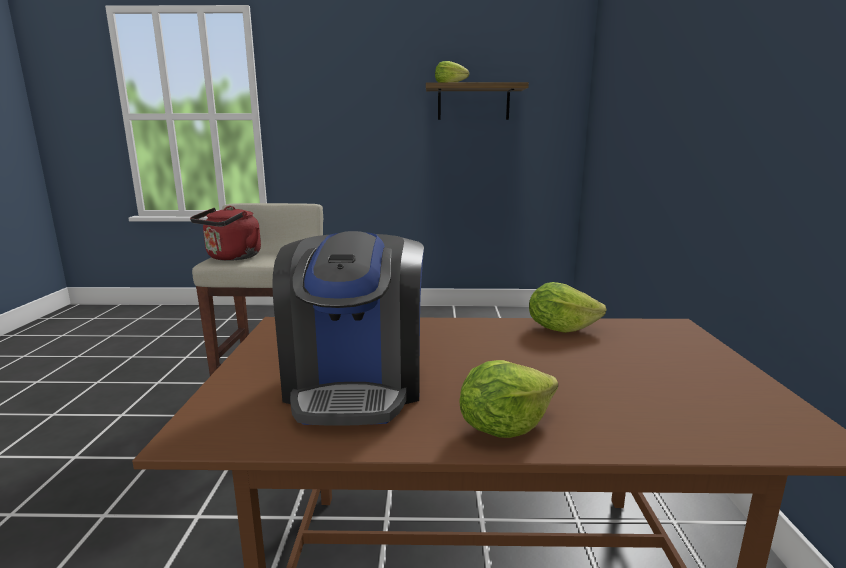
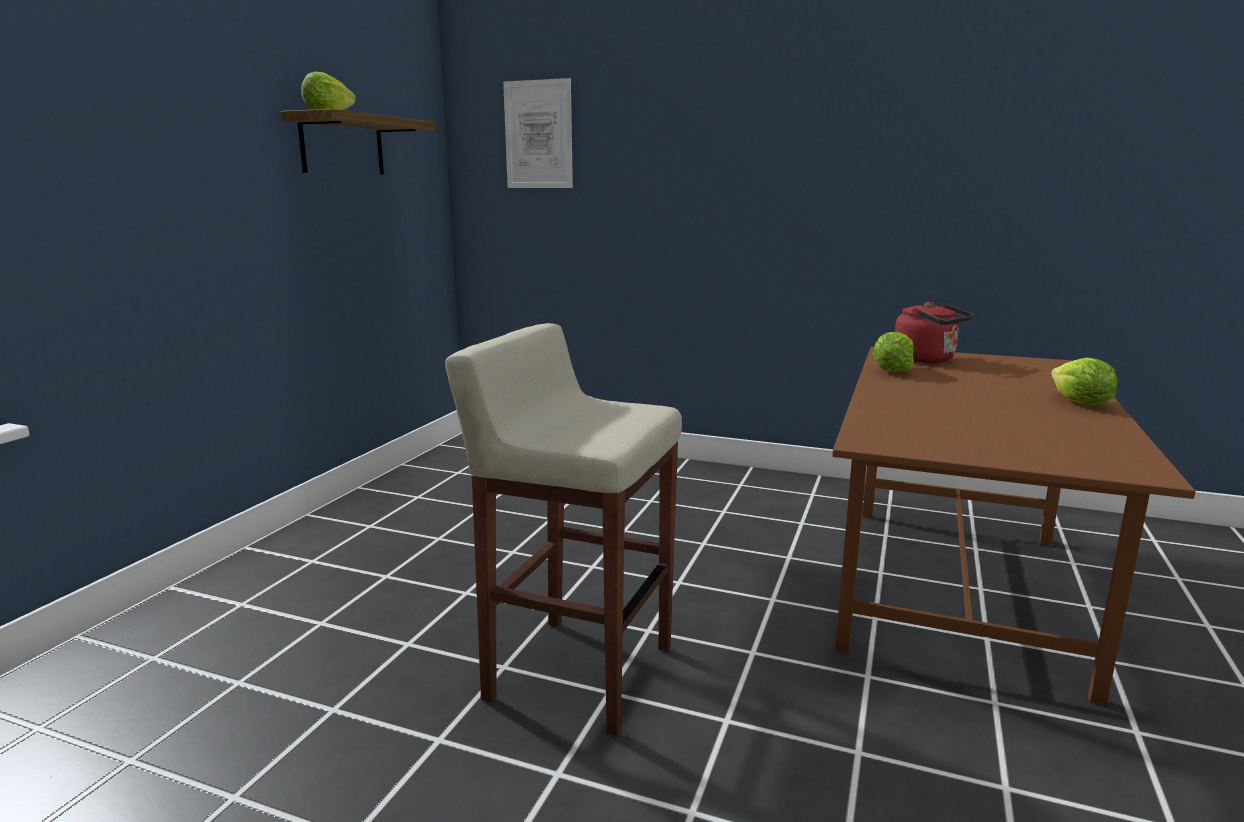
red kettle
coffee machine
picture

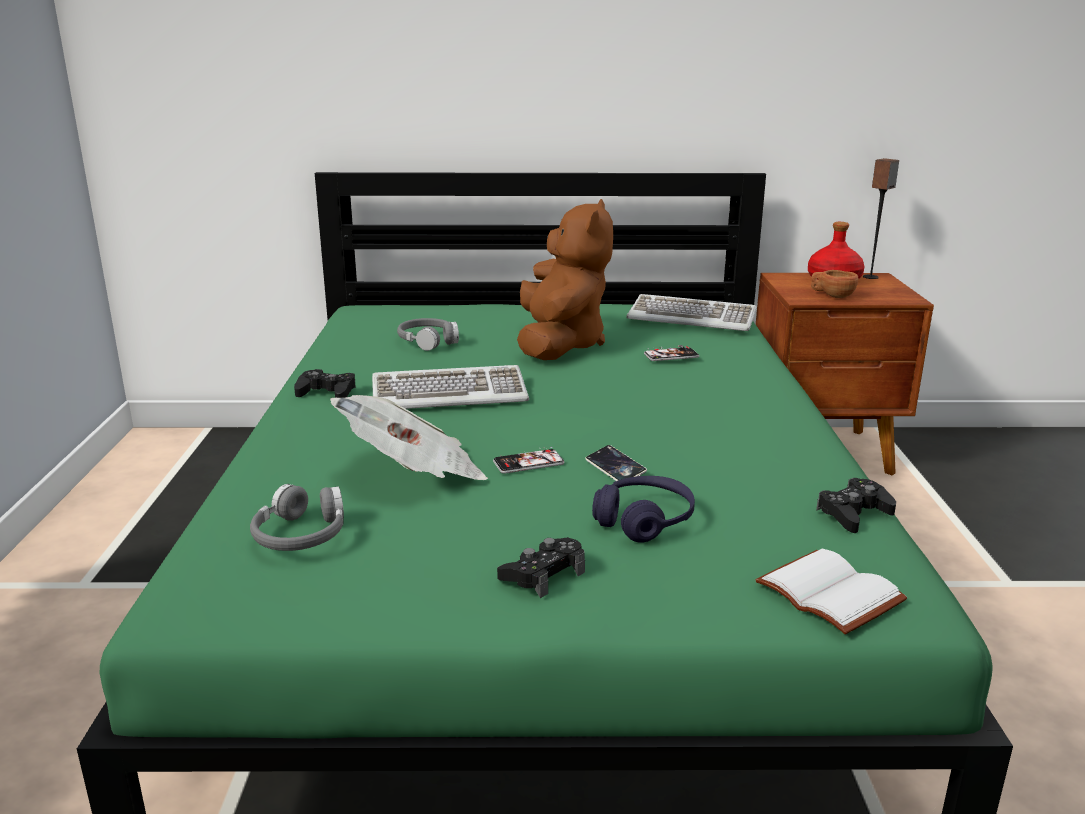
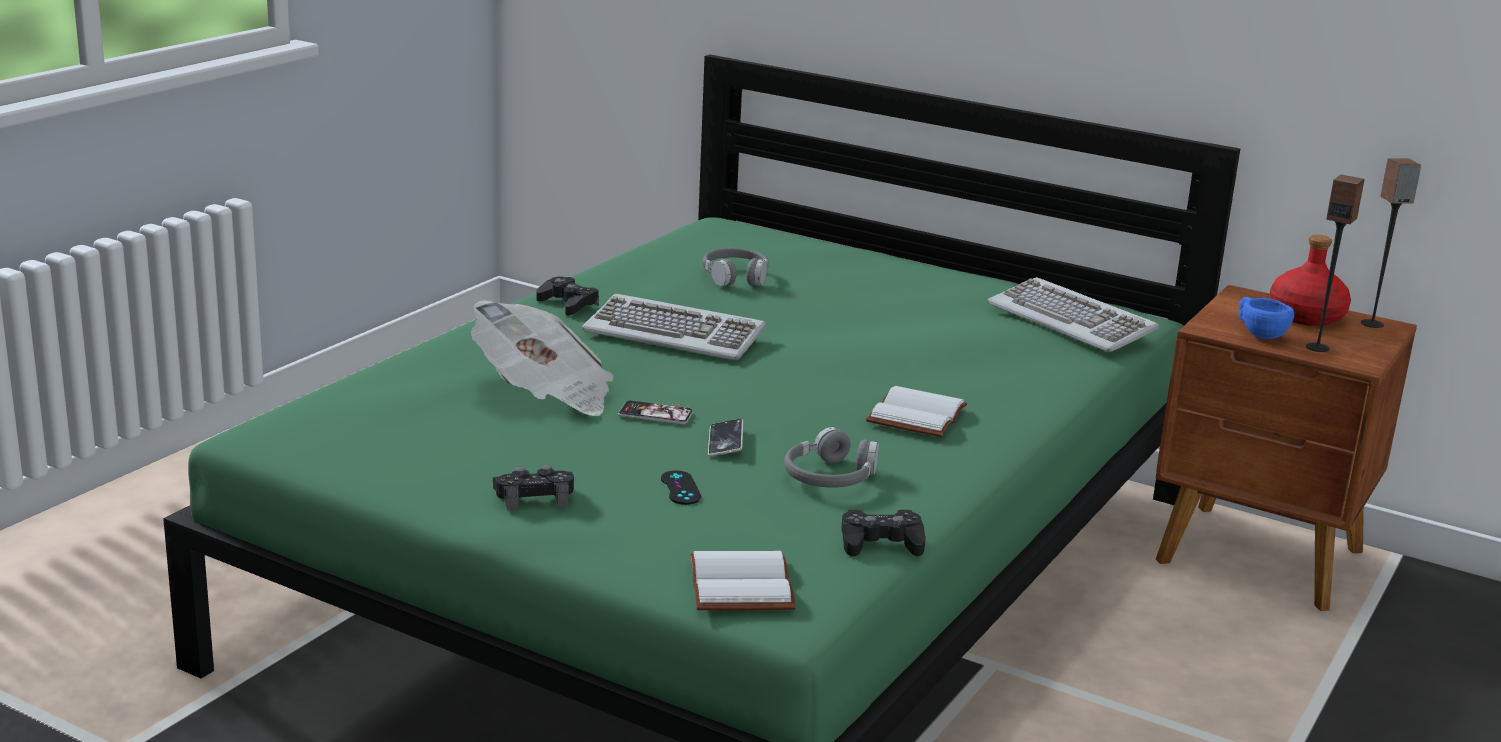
grey headphones (no. 2 from left)
brown plush toy
black game controller (no. 3 from left)
phone (no. 3 from left in the first image)
blue cup
white book (no. 2 from left)
speaker (no. 1 from left)

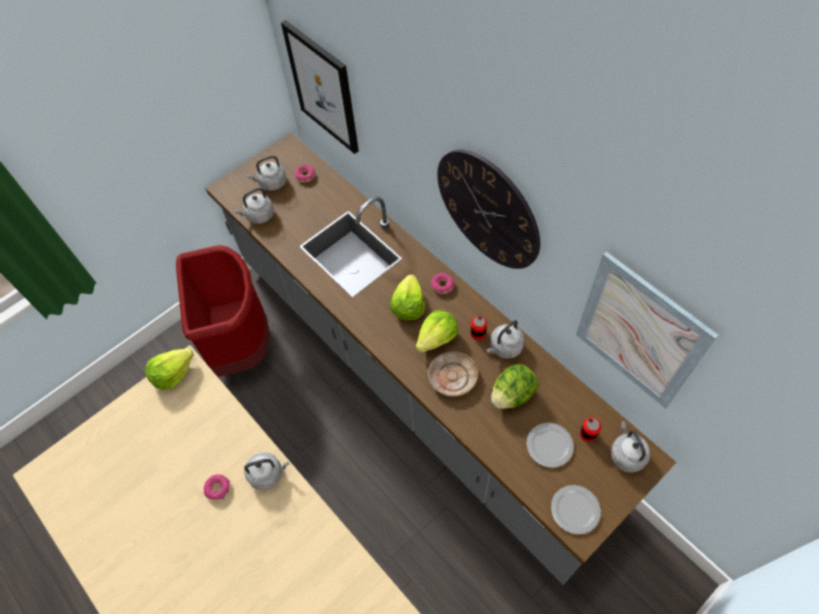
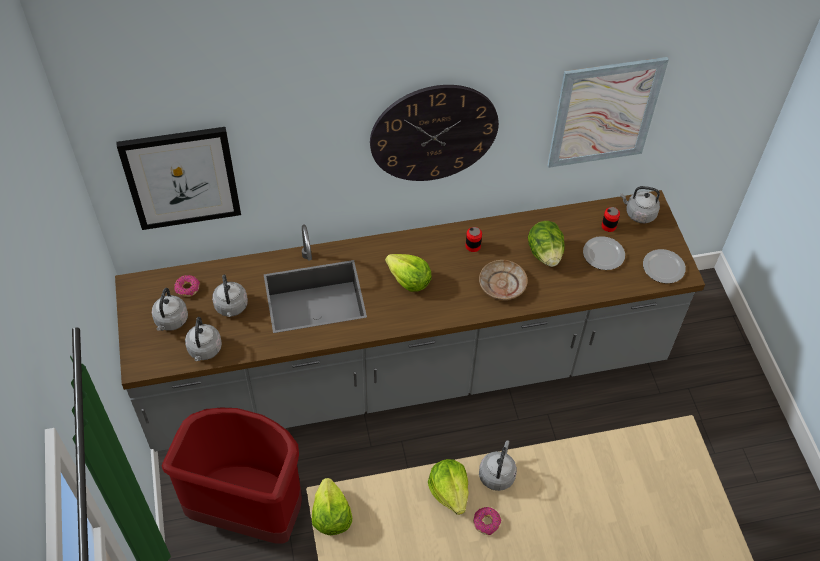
lettuce (no. 3 from left)
donut (no. 3 from left in the first image)
grey kettle (no. 3 from left)

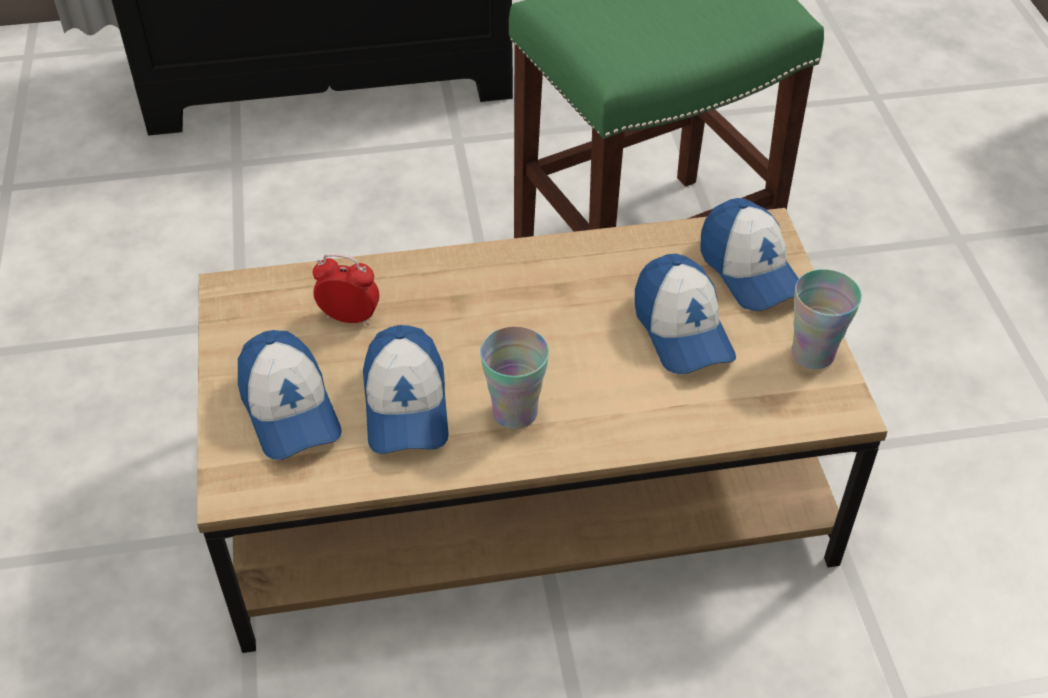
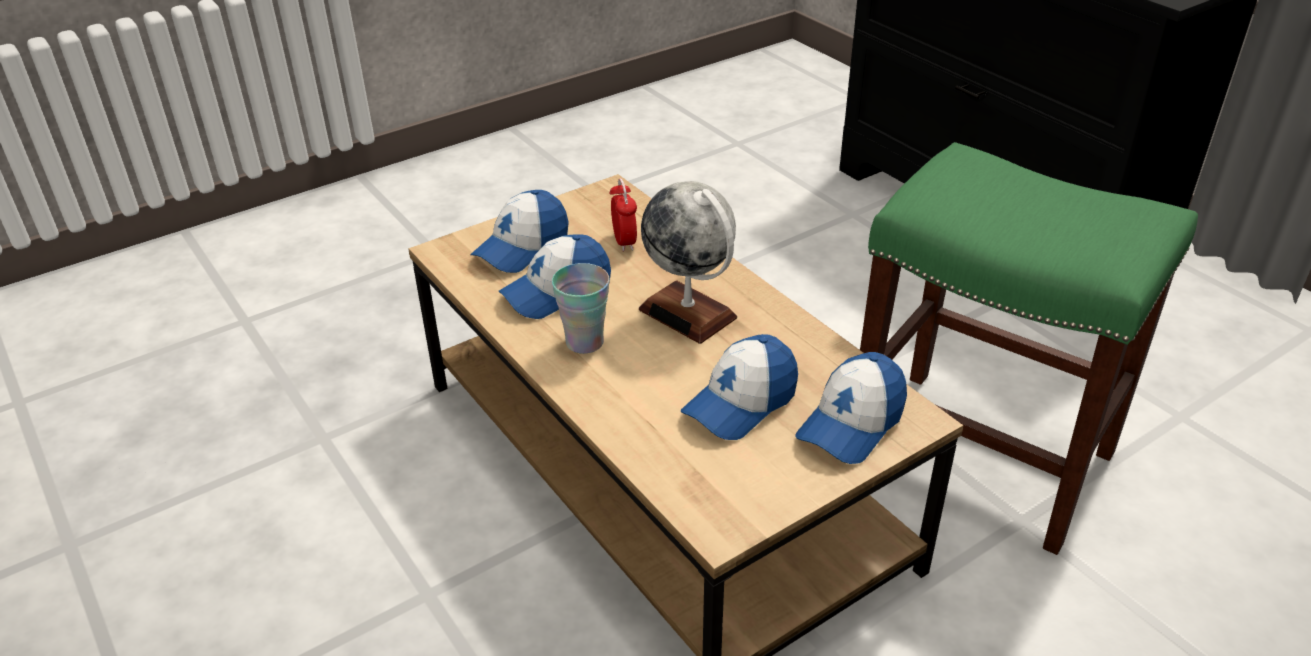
cup (no. 2 from left in the first image)
globe

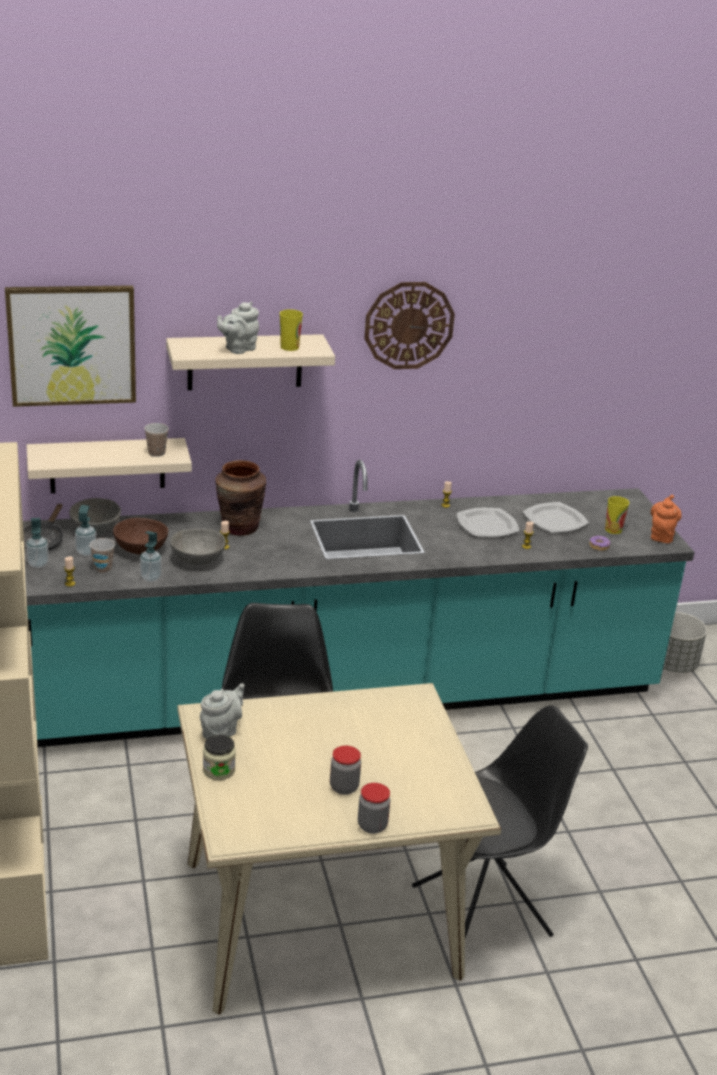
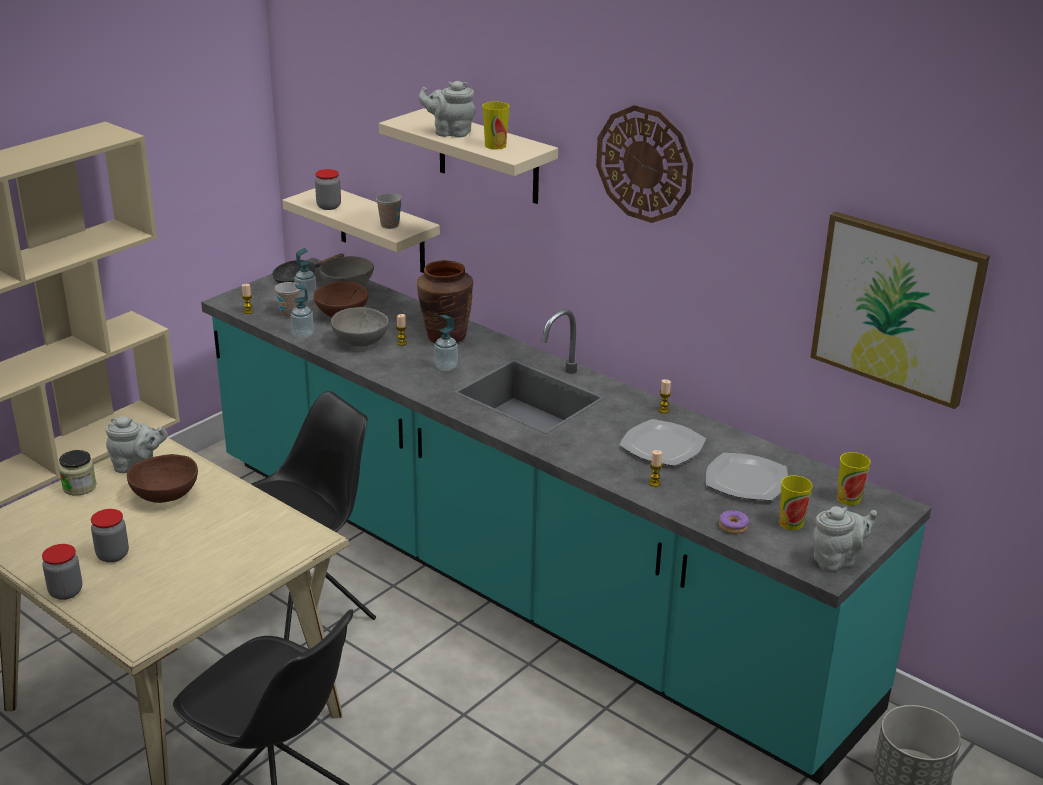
picture
soap dispenser (no. 3 from left)
grey teapot (no. 3 from left)
brown bowl (no. 1 from left)
jar (no. 4 from left)
cup (no. 5 from left)

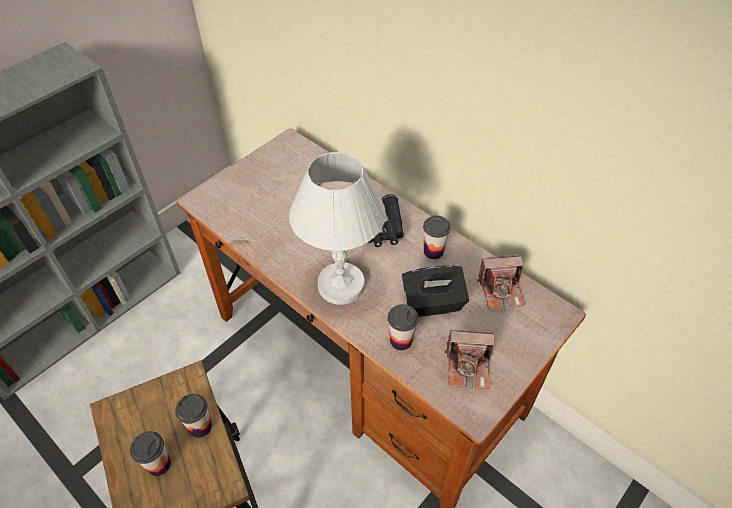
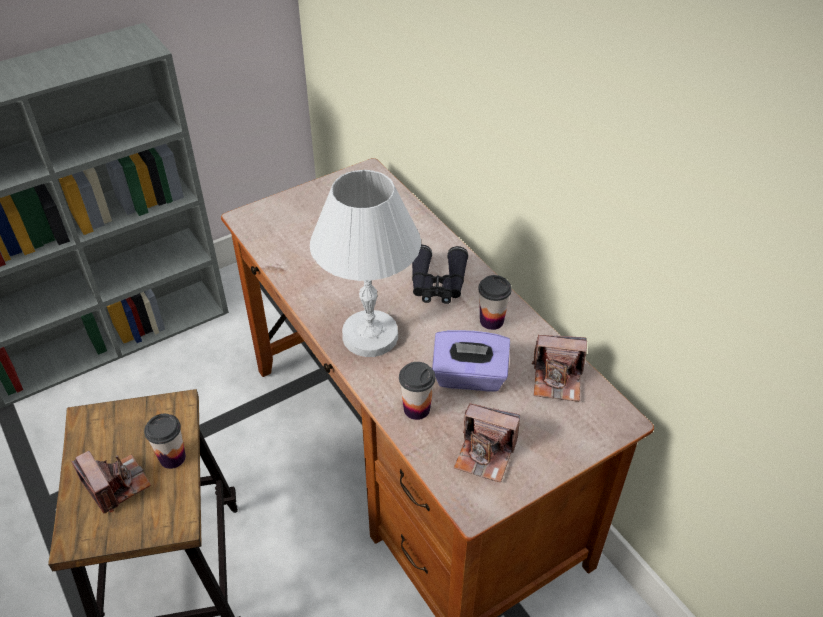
photo camera (no. 1 from left)
purple tissue box

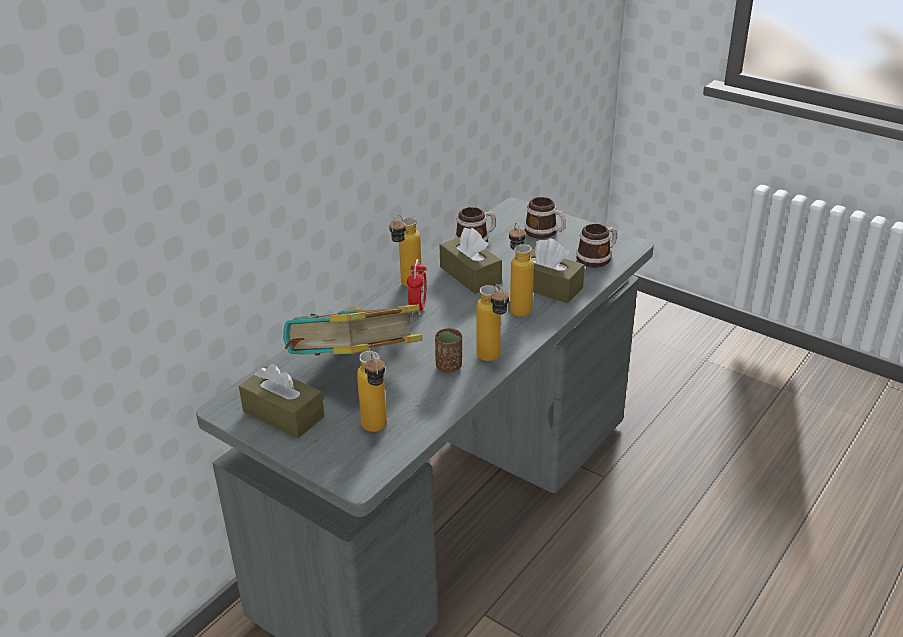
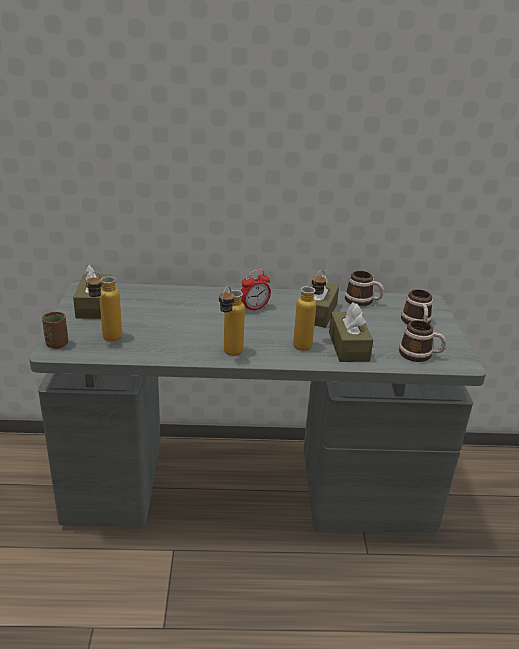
book
bottle (no. 2 from left in the first image)
brown cup

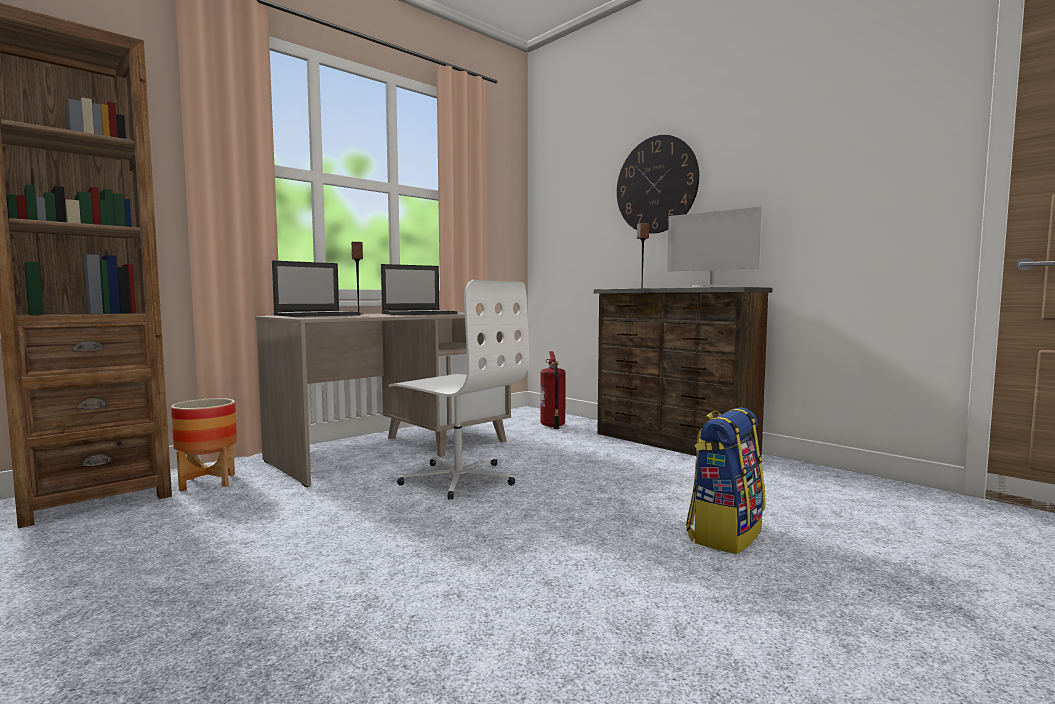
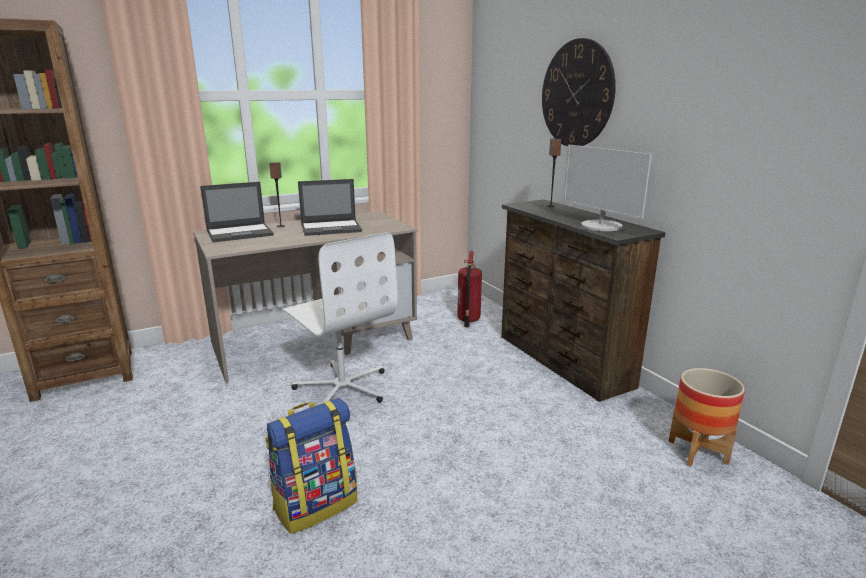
planter
backpack

